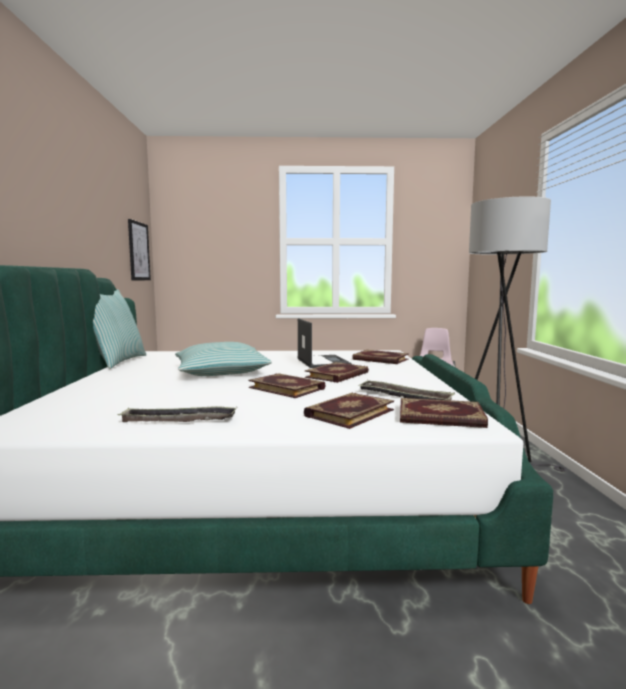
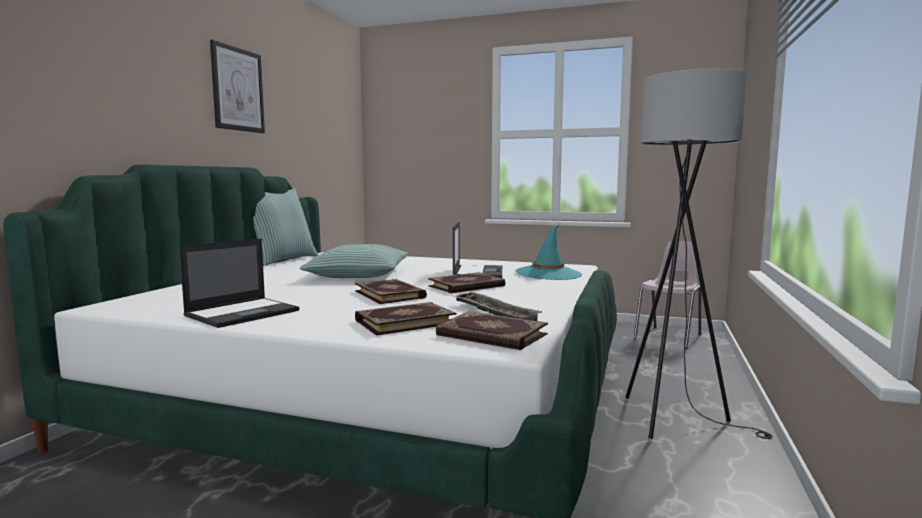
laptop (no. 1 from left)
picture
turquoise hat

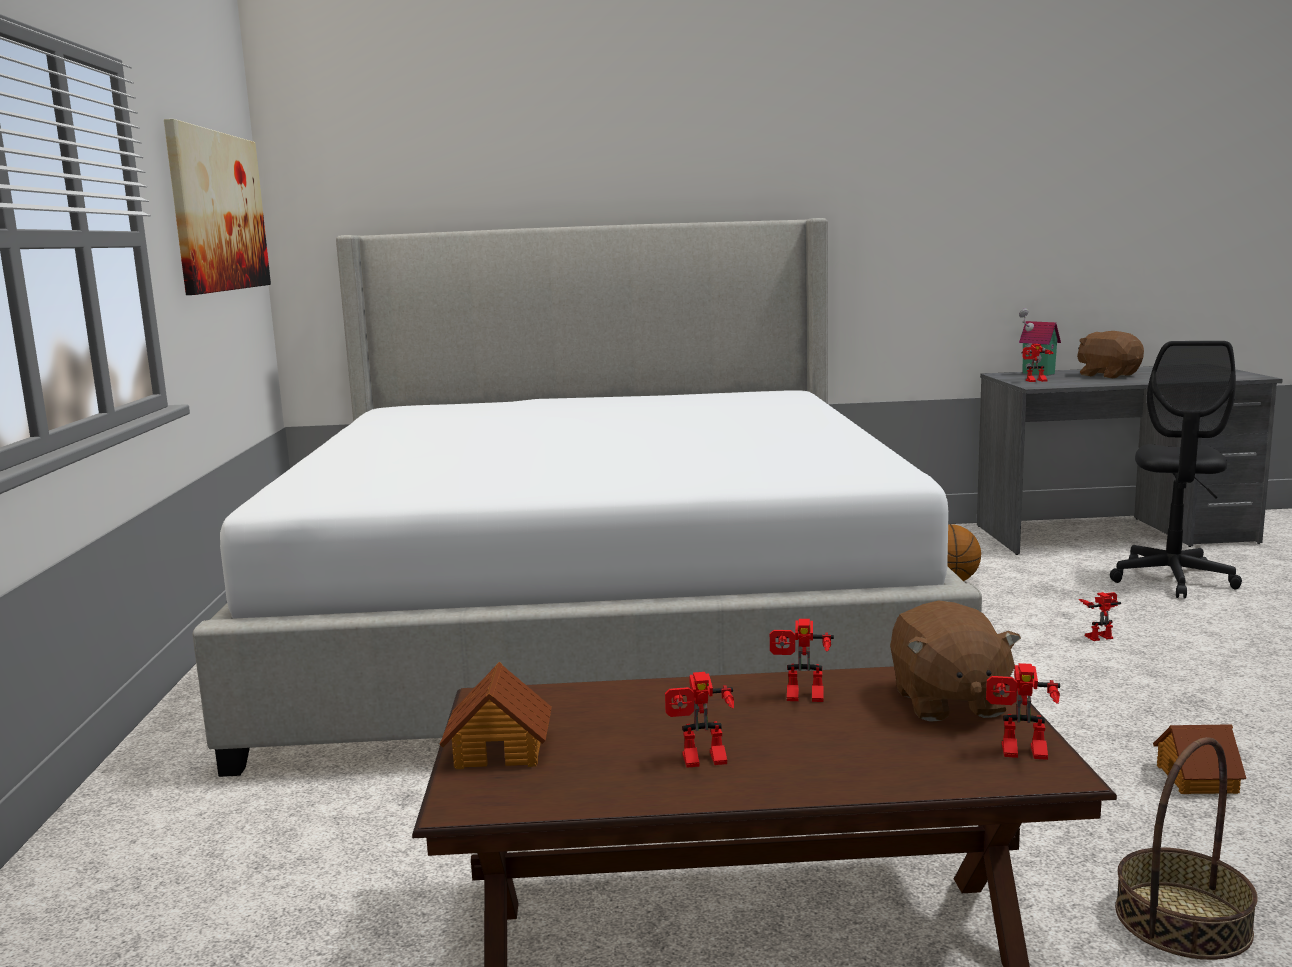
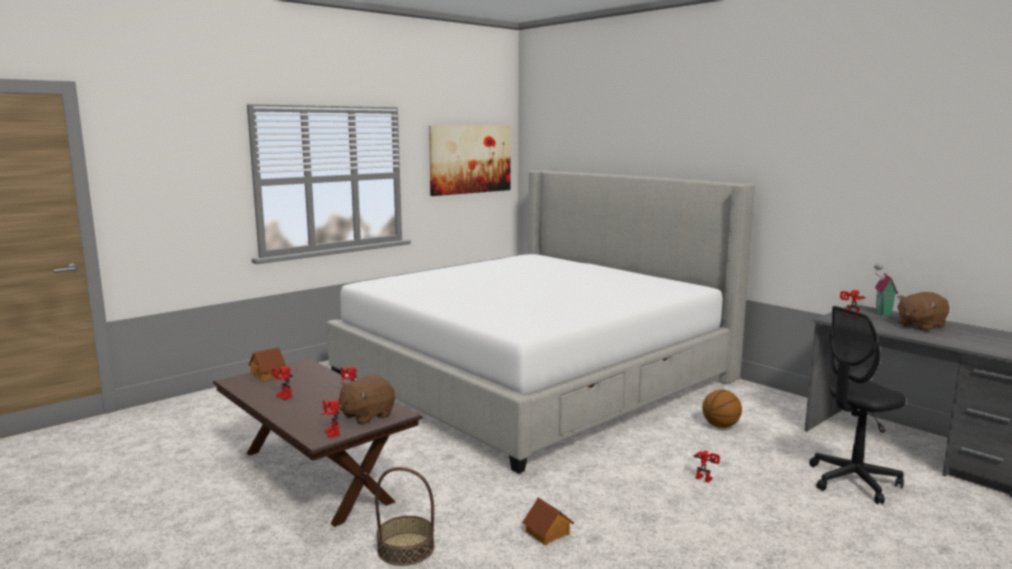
brown plush toy (no. 2 from left)

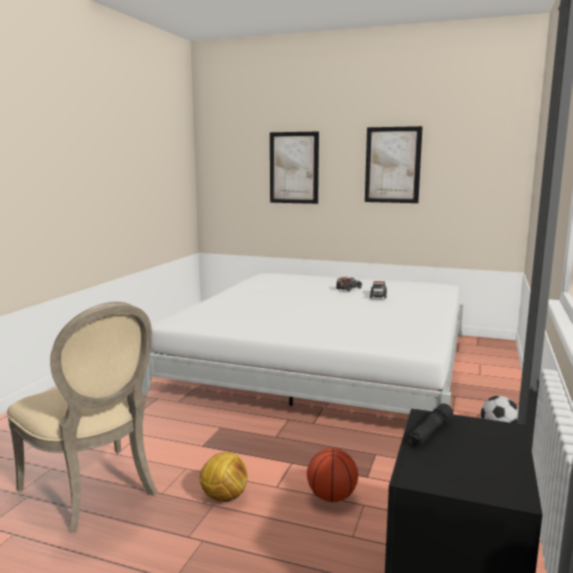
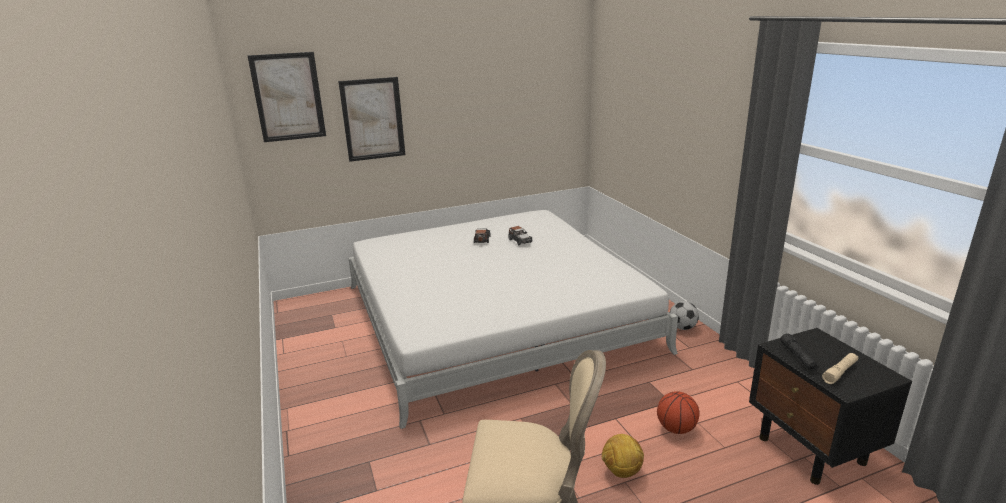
picture (no. 1 from left)
beige flashlight

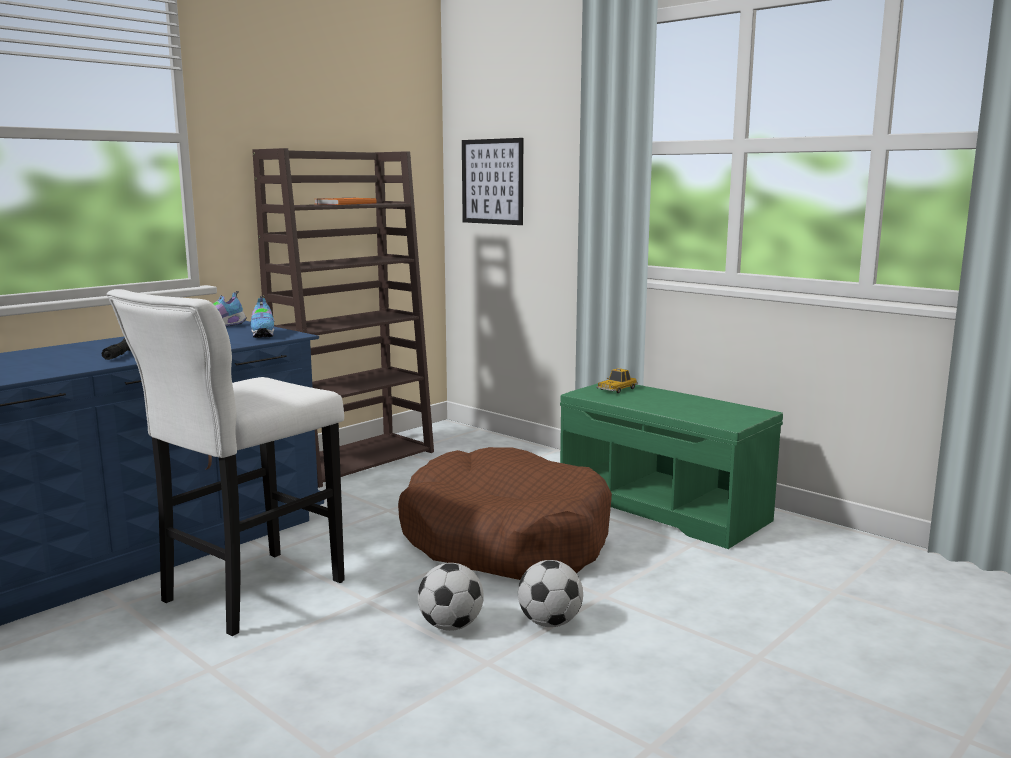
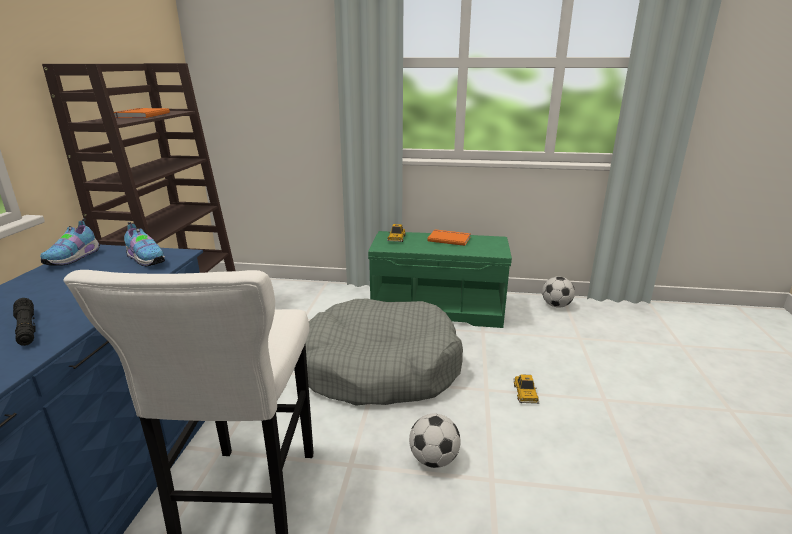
grey dog bed
picture
football (no. 2 from left)
orange book (no. 2 from left)
toy car (no. 2 from left)

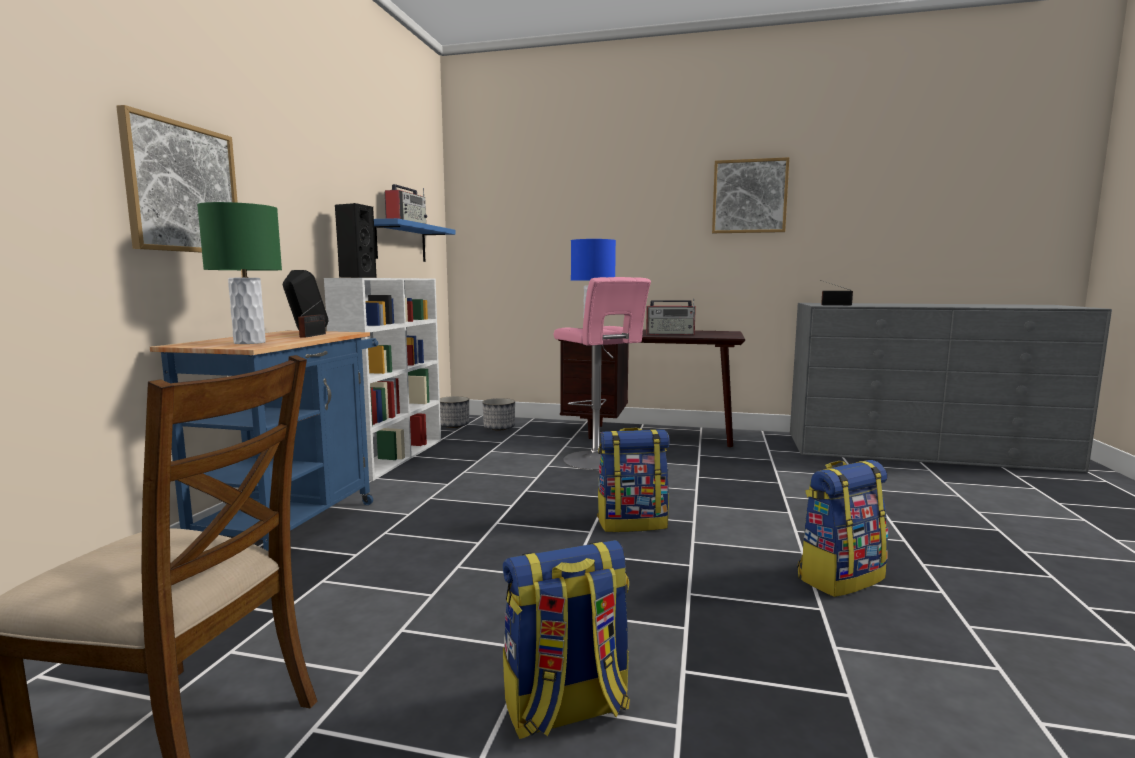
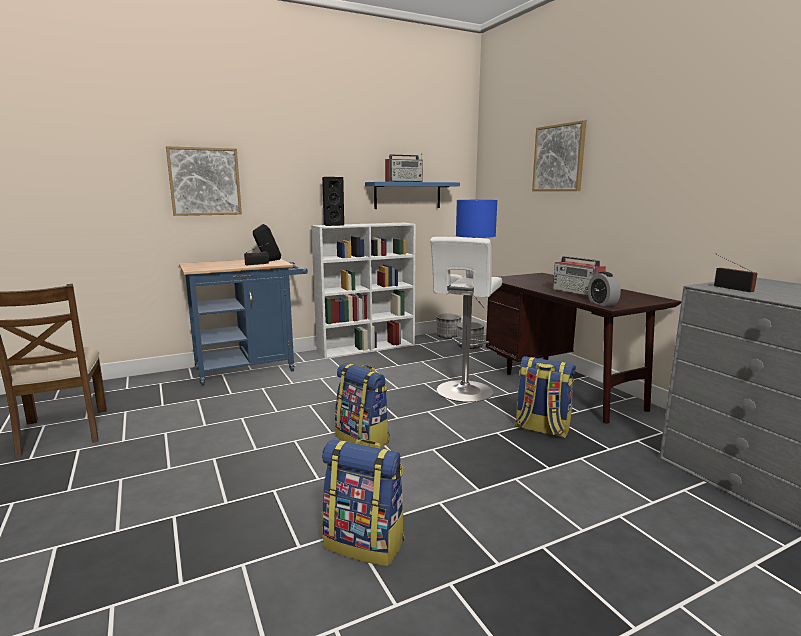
green table lamp
backpack (no. 3 from left)
white stool
picture (no. 2 from left)
alarm clock

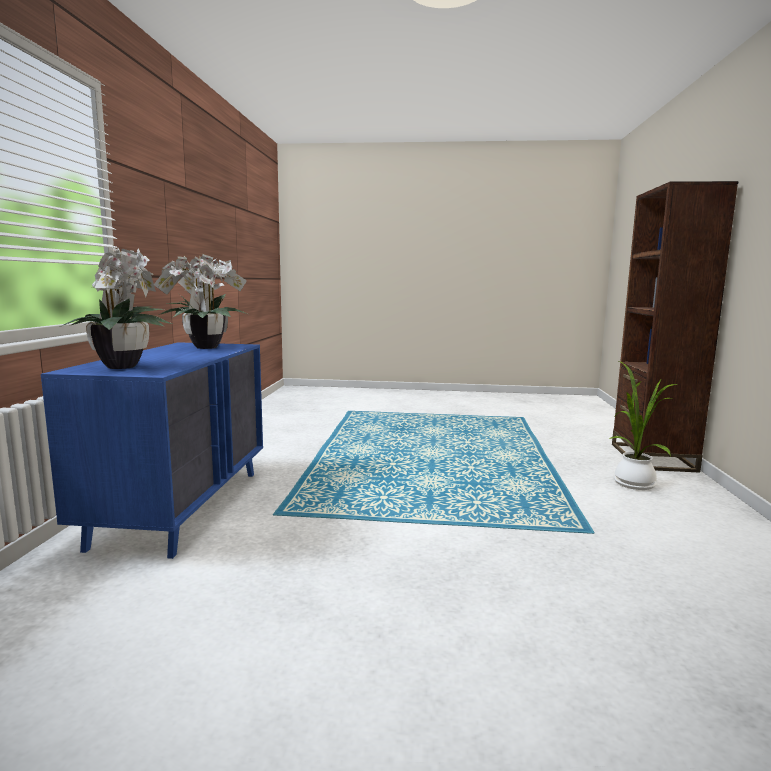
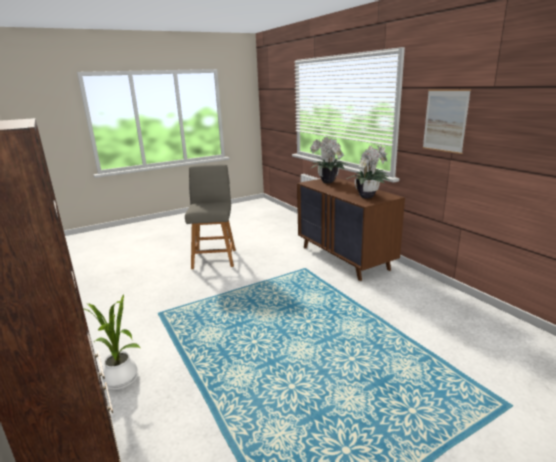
brown dresser
grey chair
picture

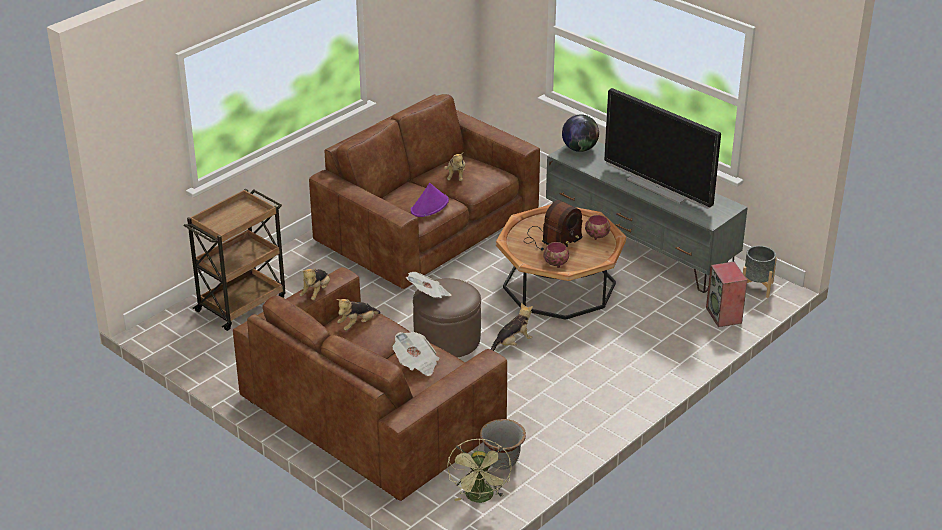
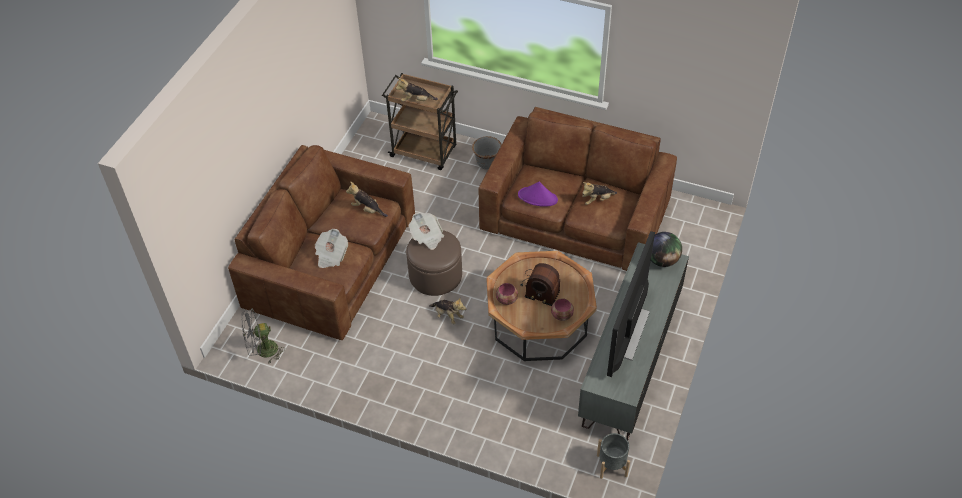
plush toy (no. 2 from left)
grey fan
grey planter (no. 1 from left)
speaker

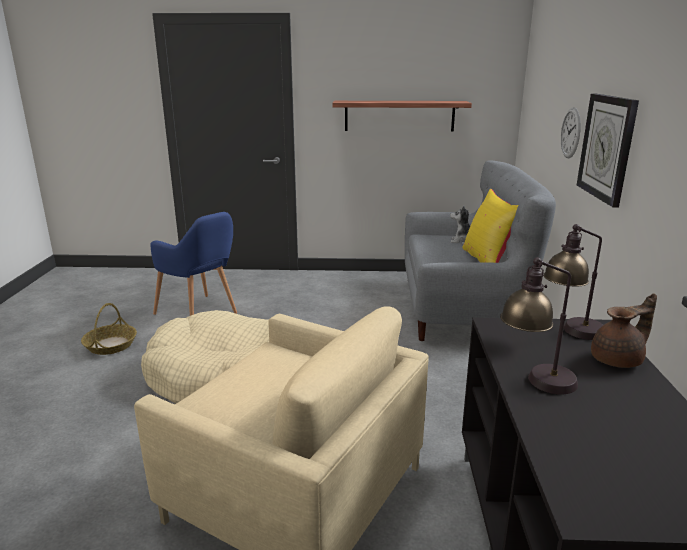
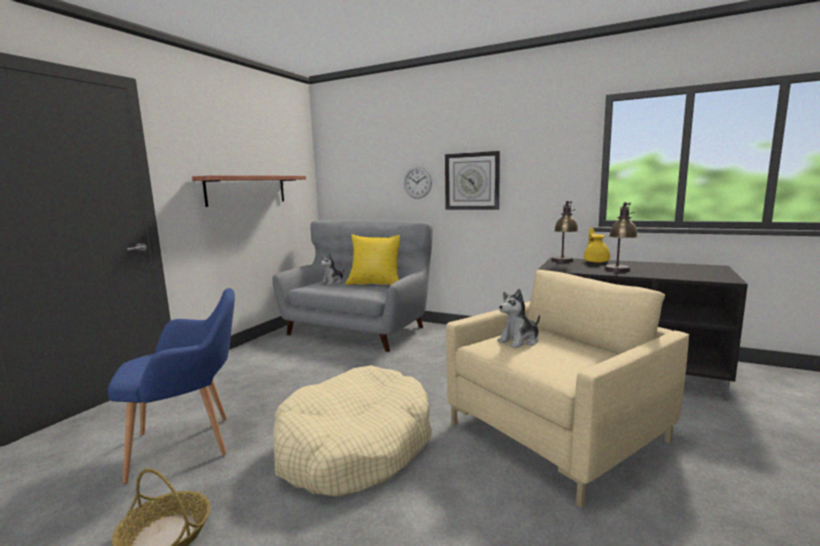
yellow teapot
plush toy (no. 2 from left)

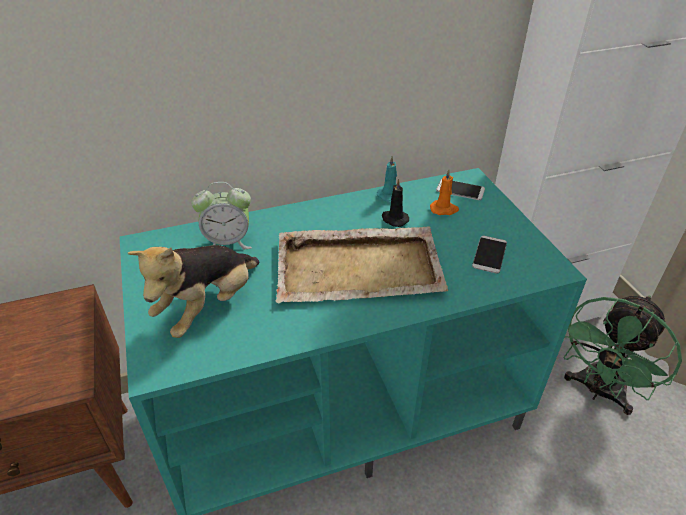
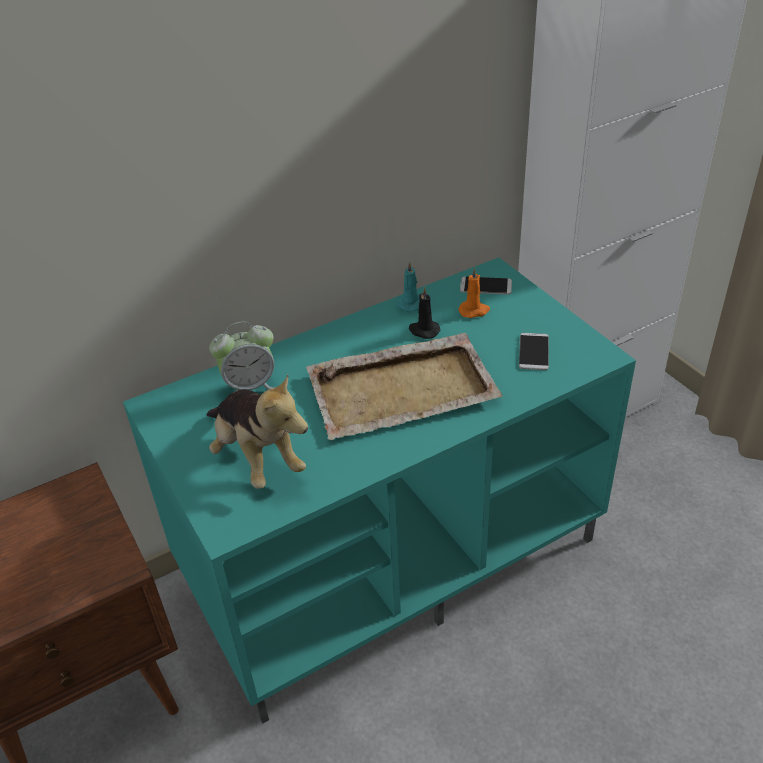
plush toy
green fan

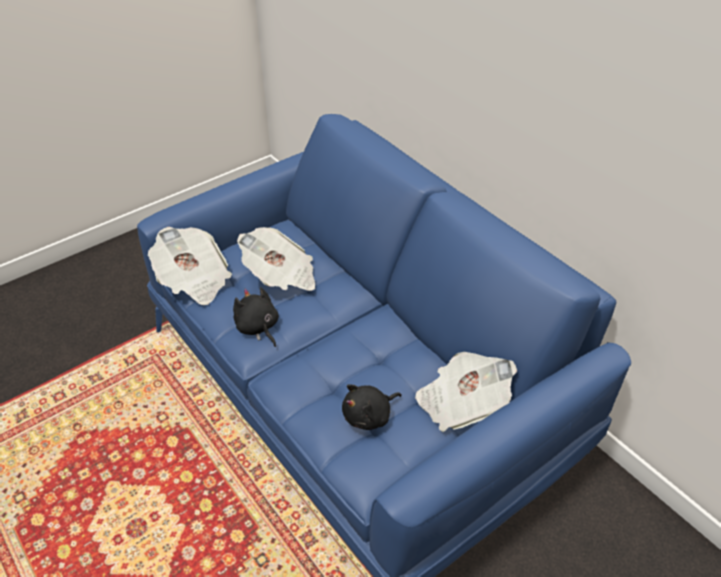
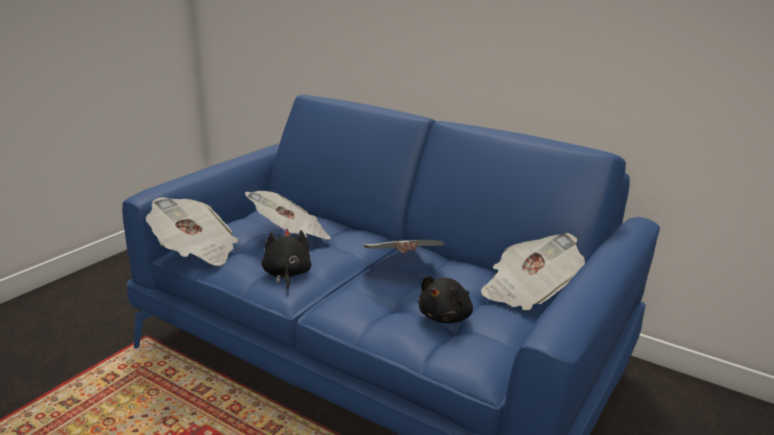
black plush toy (no. 1 from left)
newspaper (no. 3 from left)

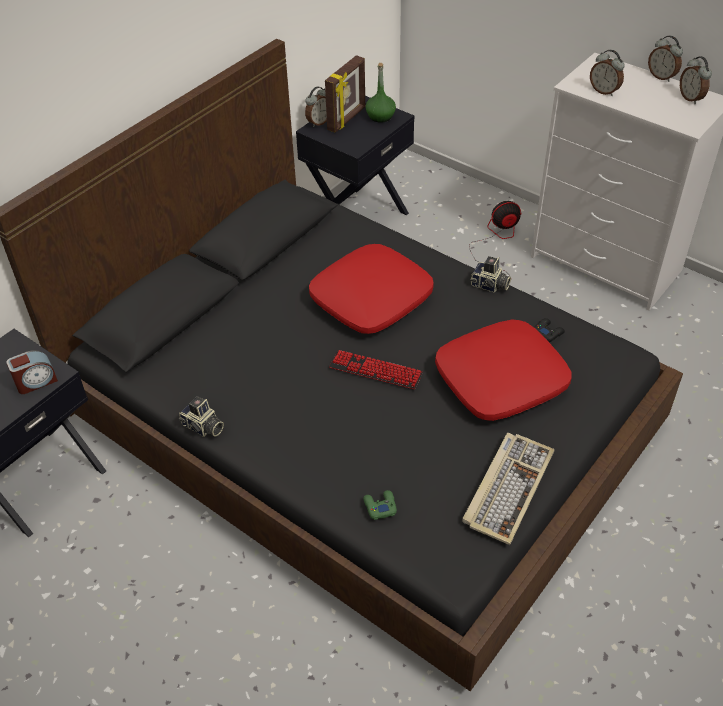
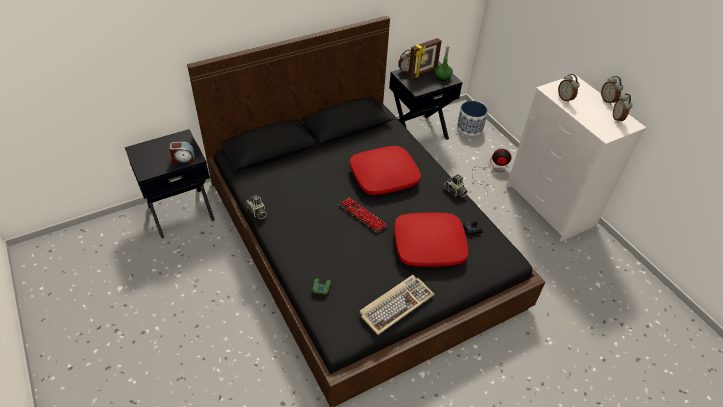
planter

